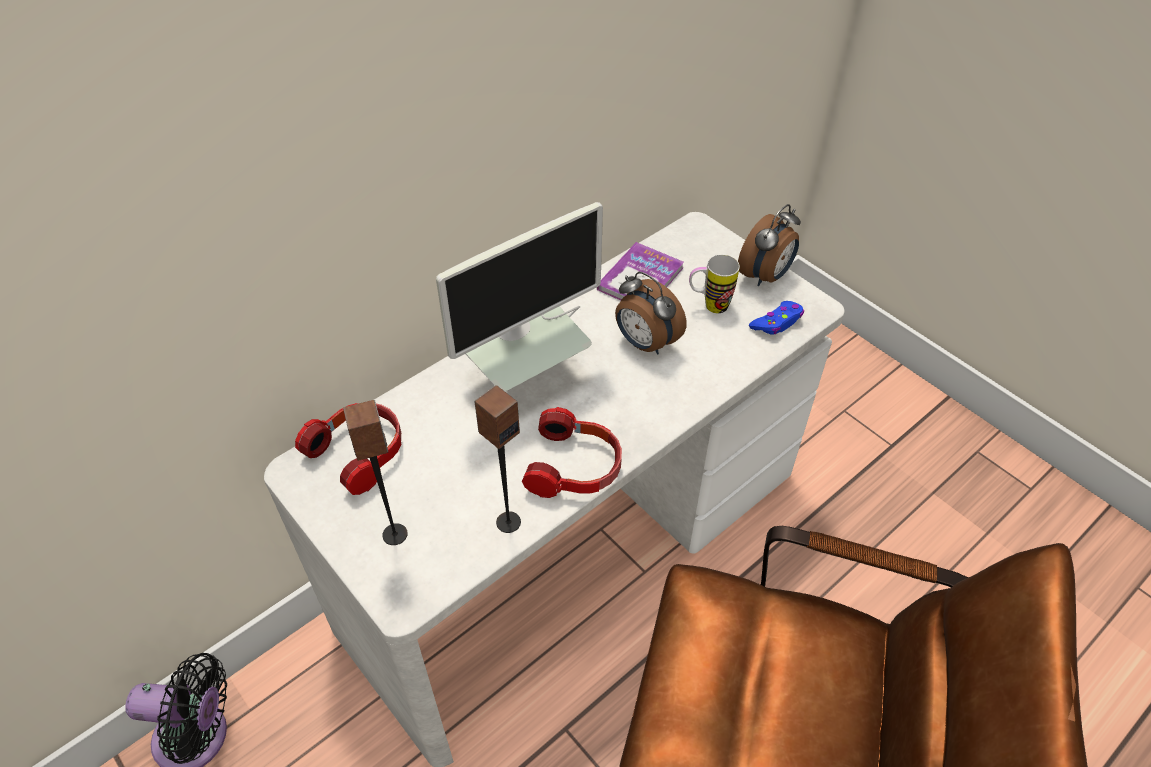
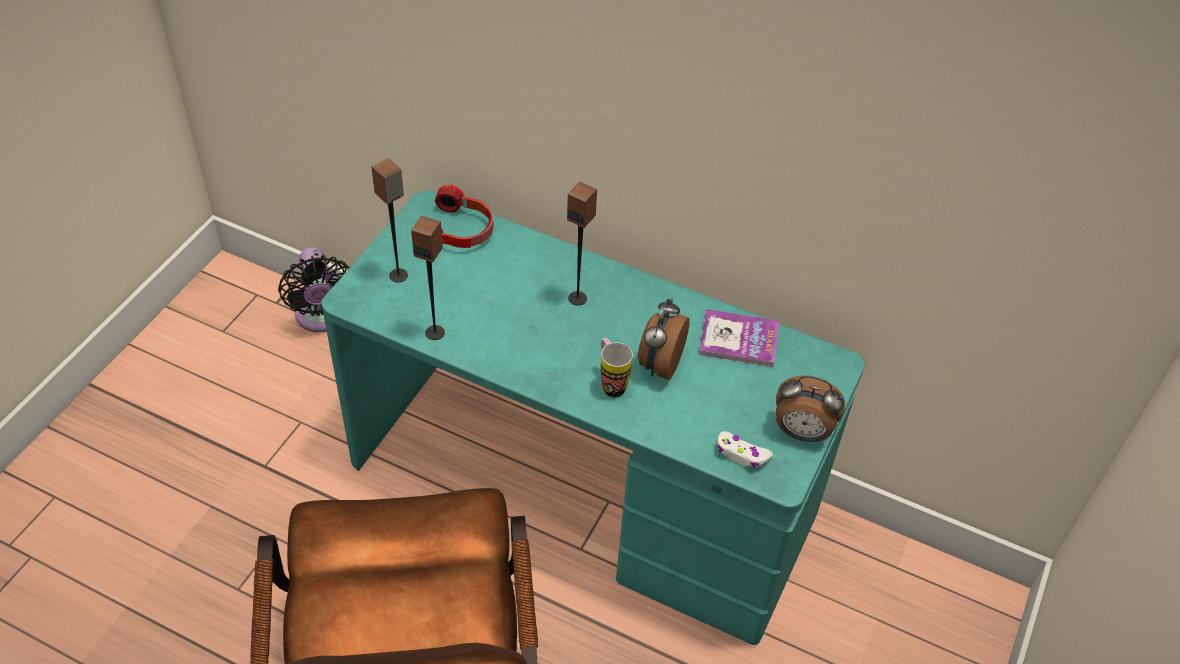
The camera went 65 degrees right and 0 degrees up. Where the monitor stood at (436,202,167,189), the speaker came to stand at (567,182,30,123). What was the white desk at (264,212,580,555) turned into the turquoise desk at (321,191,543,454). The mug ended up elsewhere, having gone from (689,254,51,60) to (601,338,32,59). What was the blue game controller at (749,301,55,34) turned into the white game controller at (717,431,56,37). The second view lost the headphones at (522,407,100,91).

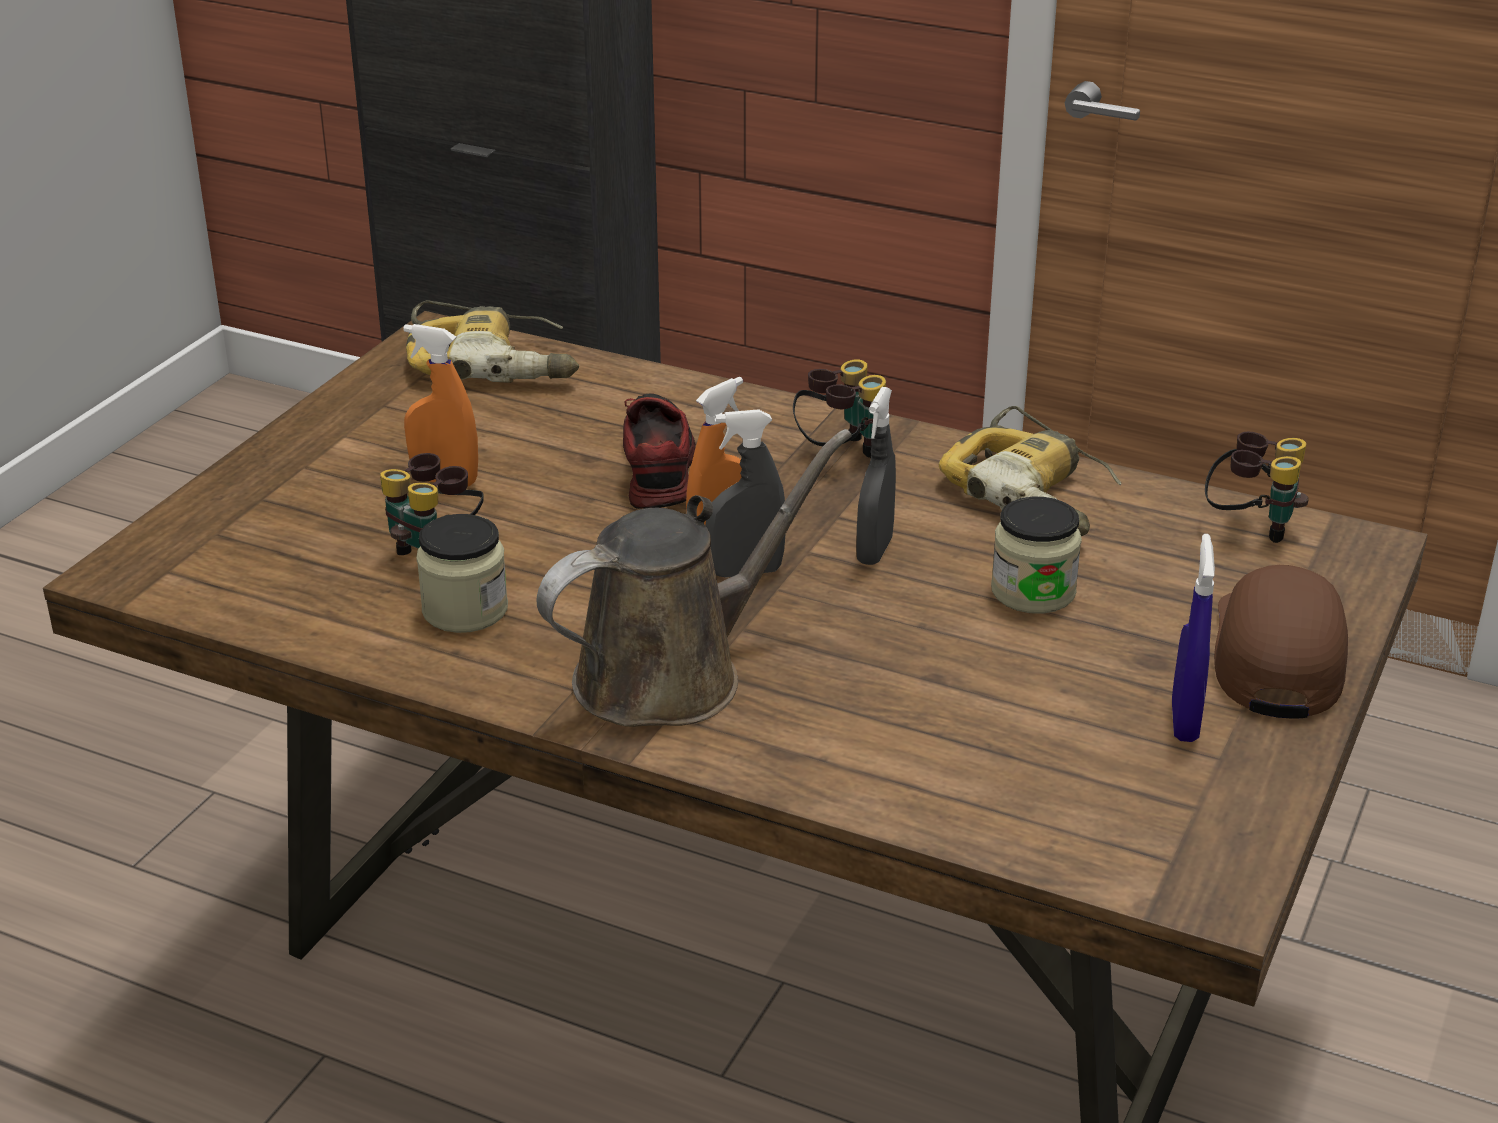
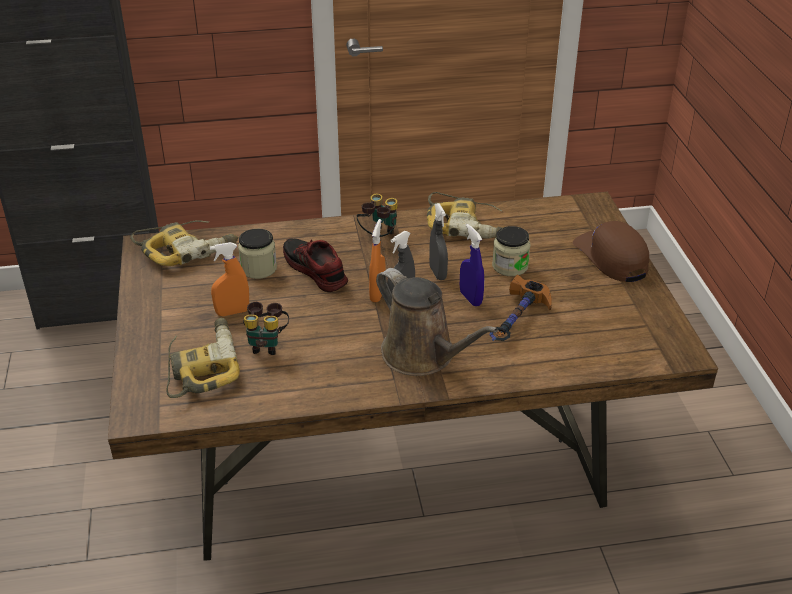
The camera went 35 degrees left and 5 degrees up. The brown watering can at (536,429,316,298) ended up facing another way, 120 degrees clockwise from before. The second view lost the binoculars at (1205,431,104,112). The jar ended up elsewhere, having gone from (416,514,92,119) to (238,229,39,50). The blue spray bottle ended up elsewhere, having gone from (1172,534,43,208) to (460,224,24,82). The second view gained the hammer at (489,274,63,67). The second view gained the power drill at (166,318,74,80).

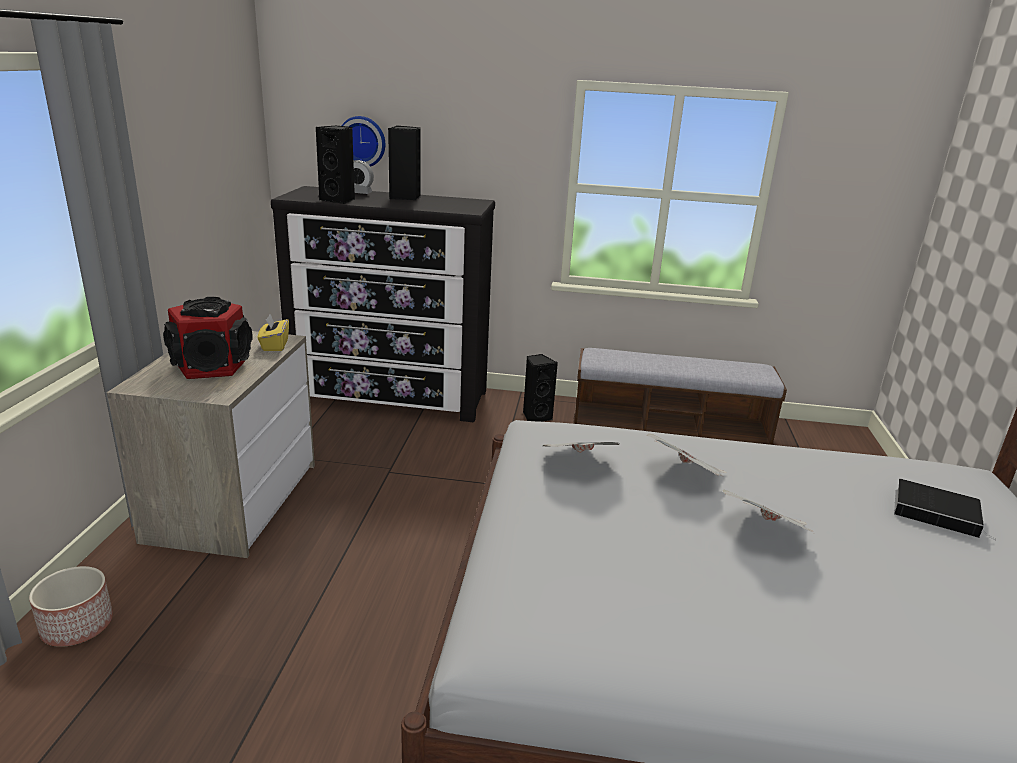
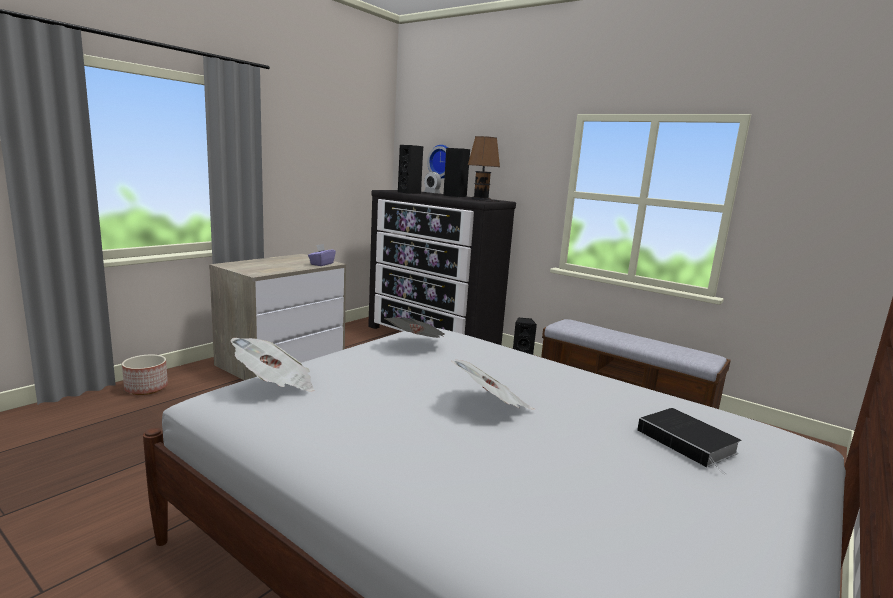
The camera went 30 degrees right and 10 degrees down. The second view lost the speaker at (163,297,89,82). What was the yellow tissue box at (258,314,31,37) turned into the purple tissue box at (308,244,28,22). The newspaper ended up elsewhere, having gone from (647,434,80,42) to (231,338,83,54). The second view gained the brown table lamp at (468,136,32,66).

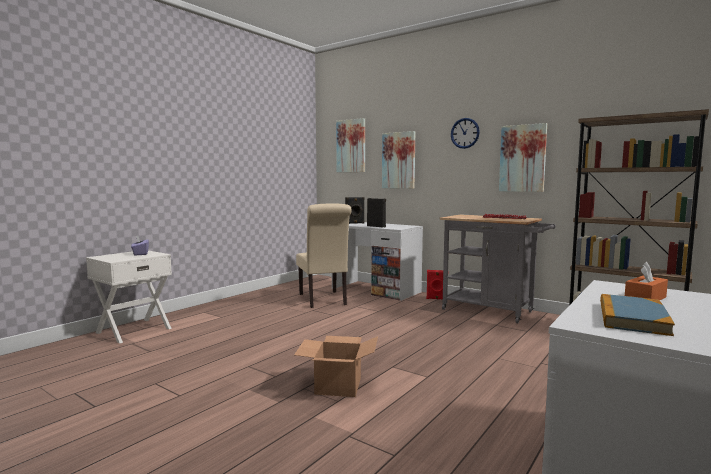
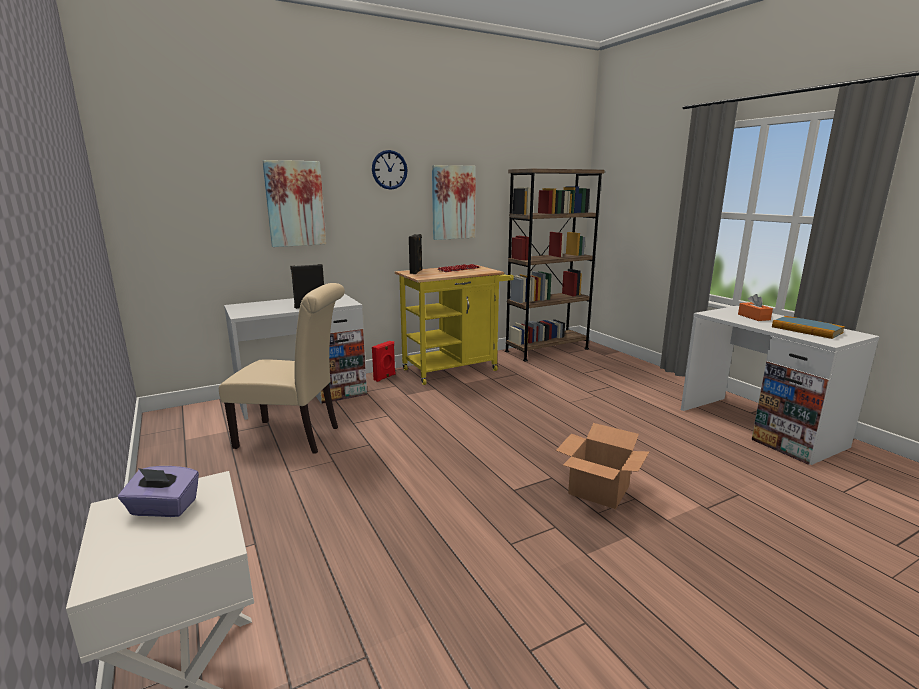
The camera went 65 degrees left and 10 degrees up. The second view lost the picture at (336,118,29,54). The black speaker ended up elsewhere, having gone from (345,197,20,27) to (409,234,14,40). What was the grey cart at (440,214,116,109) turned into the yellow cart at (395,265,119,120).

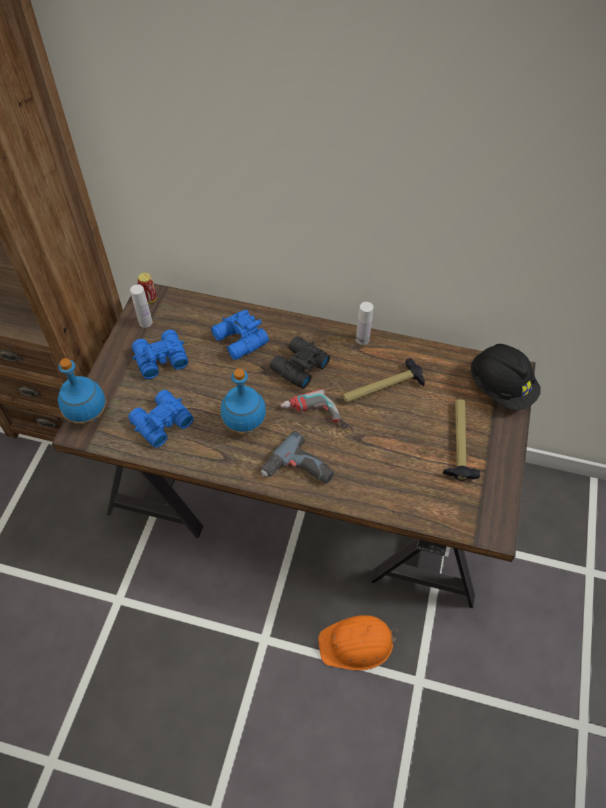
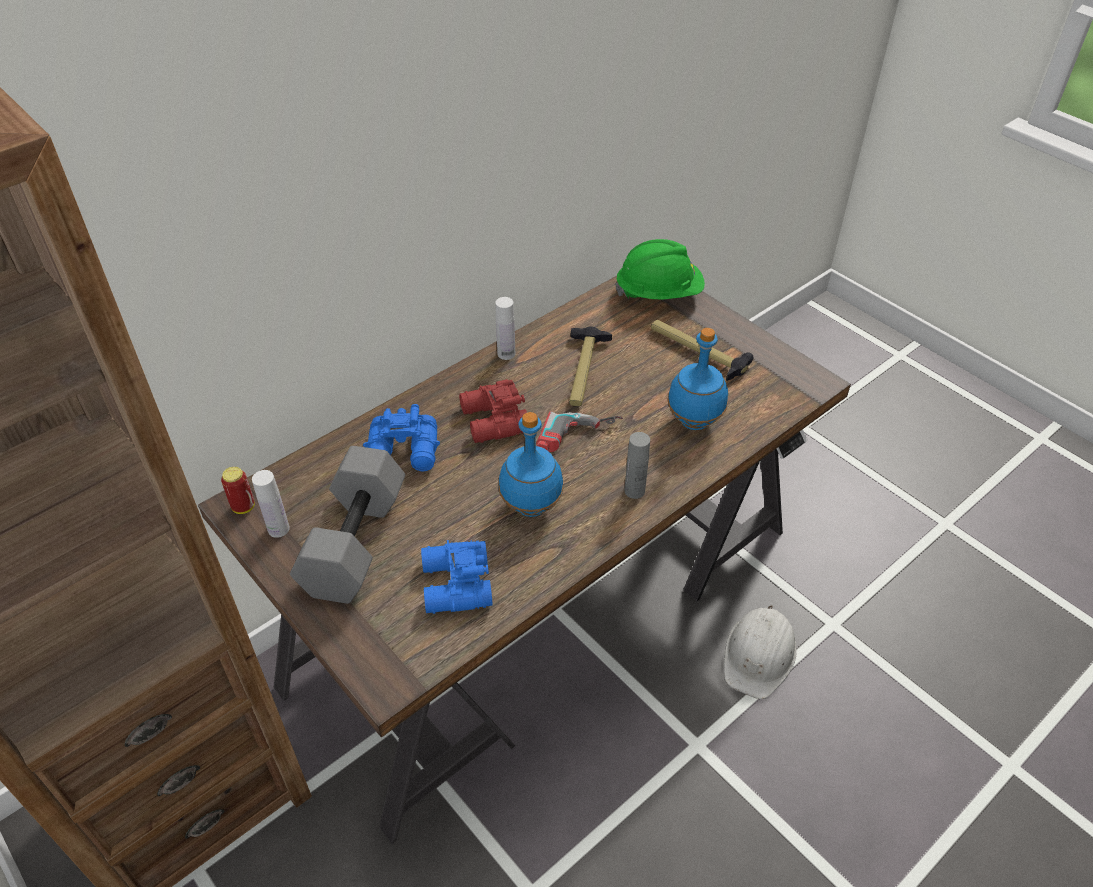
The camera went 55 degrees left and 10 degrees down. Where the blue binoculars stood at (132,330,56,49), the grey dumbbell came to stand at (290,446,115,158). What was the black binoculars at (270,336,60,53) turned into the red binoculars at (459,379,68,64). What was the black hard hat at (471,344,70,66) turned into the green hard hat at (615,239,90,61). The blue bottle ended up elsewhere, having gone from (58,358,48,66) to (667,328,61,102). Where the power drill stood at (261,431,73,53), the grey bottle came to stand at (625,432,25,67). What was the orange hard hat at (318,615,80,55) turned into the white hard hat at (724,605,73,94).

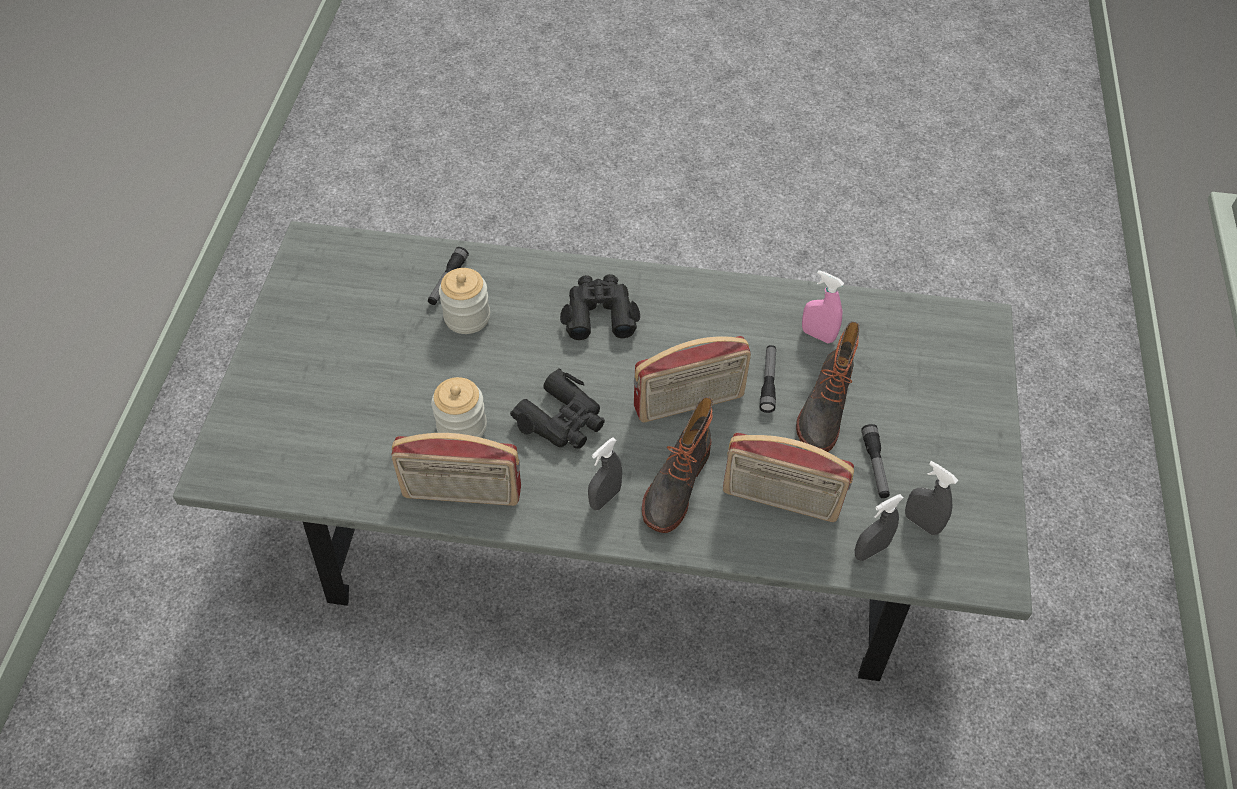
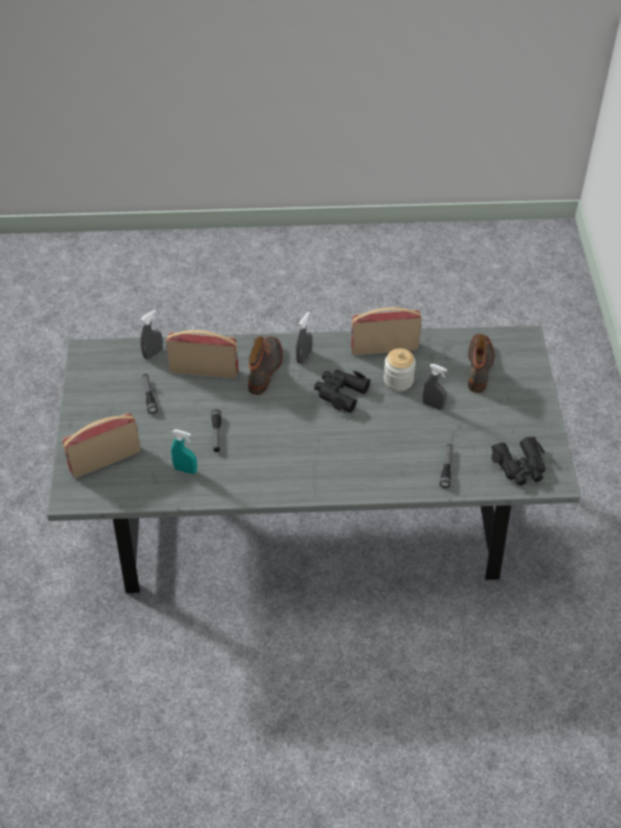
The camera went 170 degrees right and 5 degrees down. The second view lost the jar at (439,268,51,66). What was the pink spray bottle at (802,270,42,73) turned into the turquoise spray bottle at (171,429,26,45). The black binoculars ended up elsewhere, having gone from (560,274,80,66) to (491,437,54,49). The boot ended up elsewhere, having gone from (796,322,63,130) to (468,334,26,59). The radio ended up elsewhere, having gone from (633,336,118,86) to (62,413,79,65). The grey spray bottle ended up elsewhere, having gone from (905,461,53,74) to (422,364,25,46).

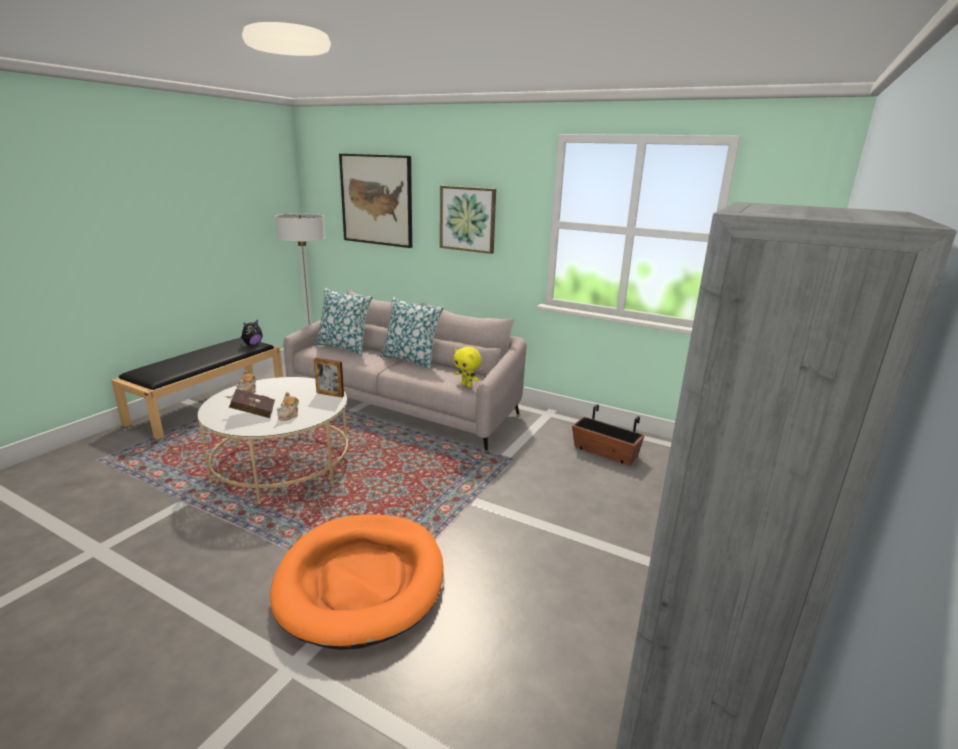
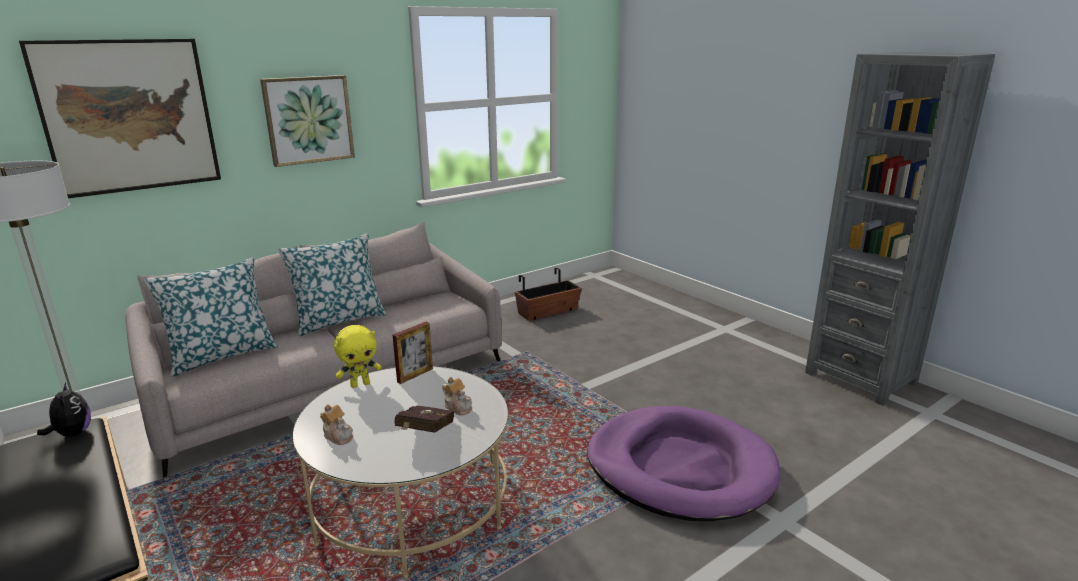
The camera went 65 degrees left and 0 degrees up. The yellow plush toy ended up elsewhere, having gone from (453,346,29,42) to (334,325,48,63). What was the orange dog bed at (270,514,174,136) turned into the purple dog bed at (587,406,194,115).

